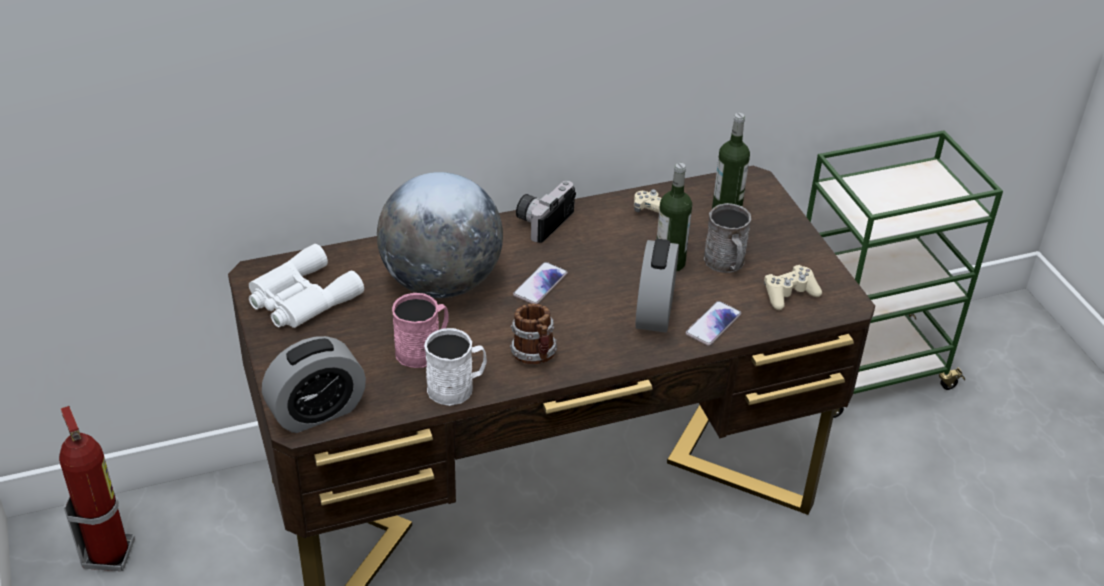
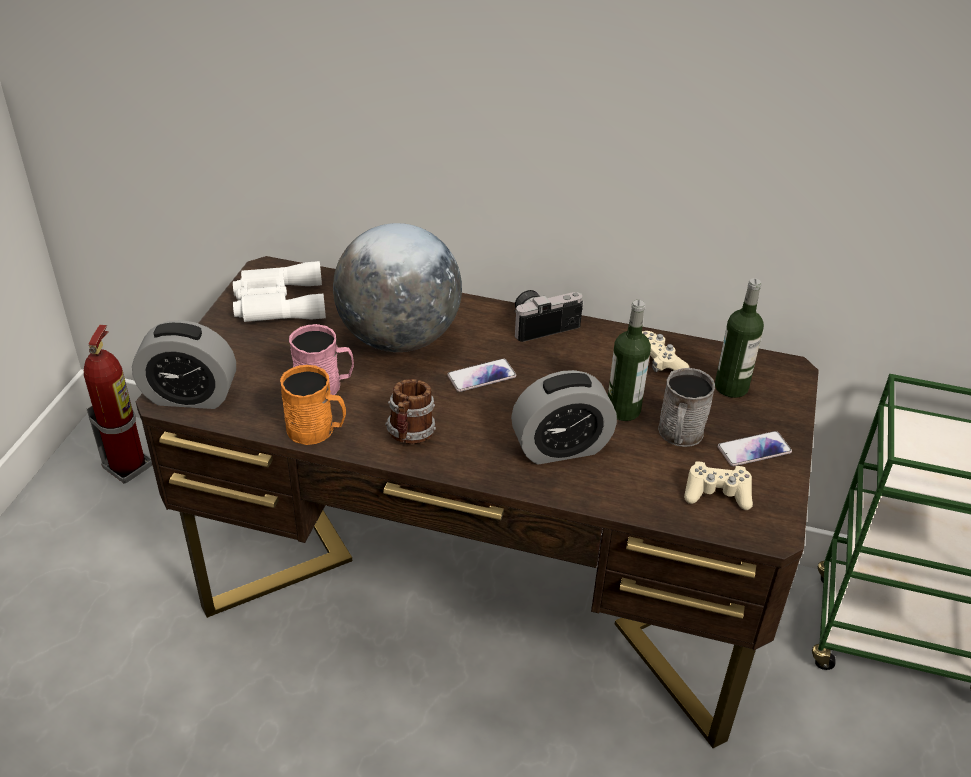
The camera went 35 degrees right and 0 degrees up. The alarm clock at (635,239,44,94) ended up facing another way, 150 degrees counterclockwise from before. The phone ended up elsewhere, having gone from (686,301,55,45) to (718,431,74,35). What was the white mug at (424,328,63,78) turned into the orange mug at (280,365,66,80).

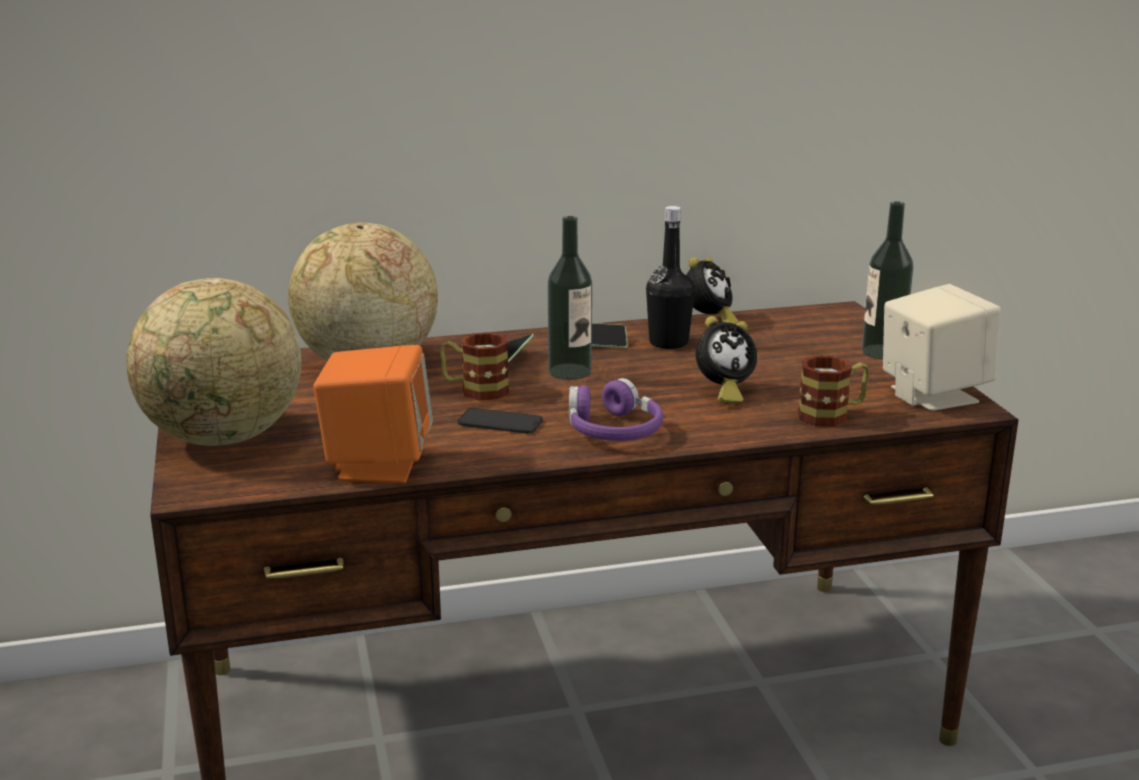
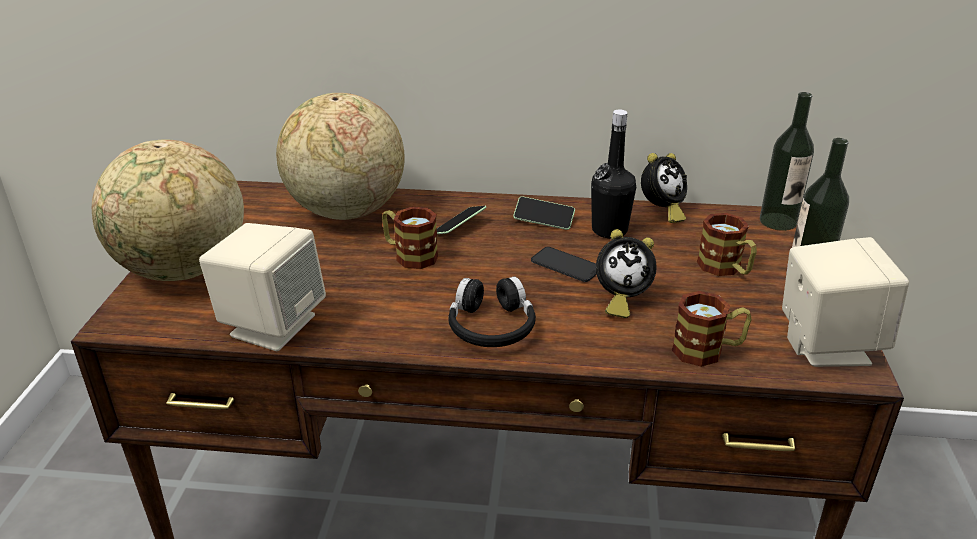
The camera went 20 degrees right and 10 degrees up. The bottle ended up elsewhere, having gone from (548,216,44,164) to (760,92,54,139). What was the orange speaker at (313,345,120,138) turned into the beige speaker at (199,223,127,128). What was the purple headphones at (569,378,94,63) turned into the black headphones at (448,276,88,71). The phone ended up elsewhere, having gone from (457,408,86,26) to (531,247,66,35). The second view gained the mug at (697,213,60,63).

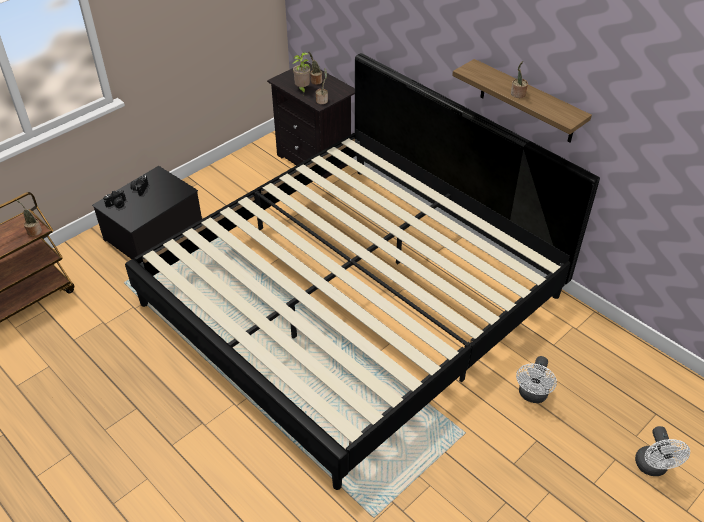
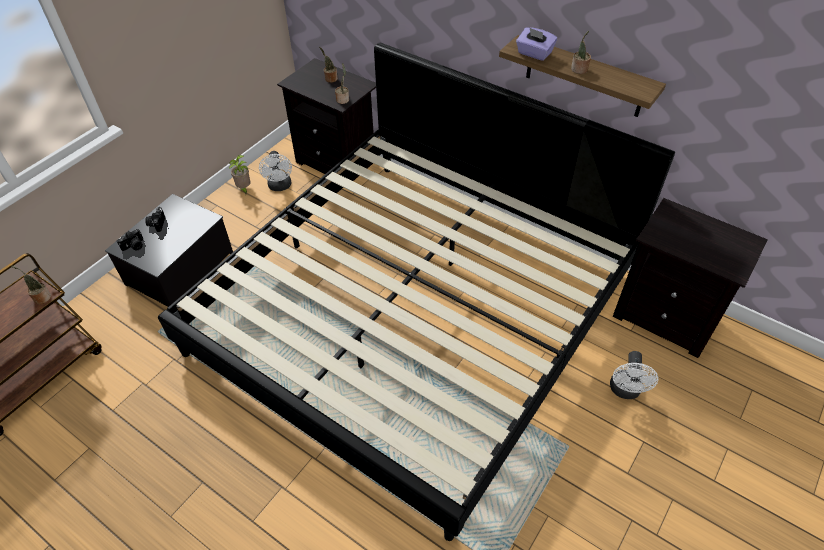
The camera went 10 degrees left and 5 degrees up. The potted plant ended up elsewhere, having gone from (292,52,18,43) to (229,155,22,39). The white fan ended up elsewhere, having gone from (635,426,55,50) to (259,151,33,40). The second view gained the purple tissue box at (516,27,41,34). The second view gained the black nightstand at (613,198,155,160).

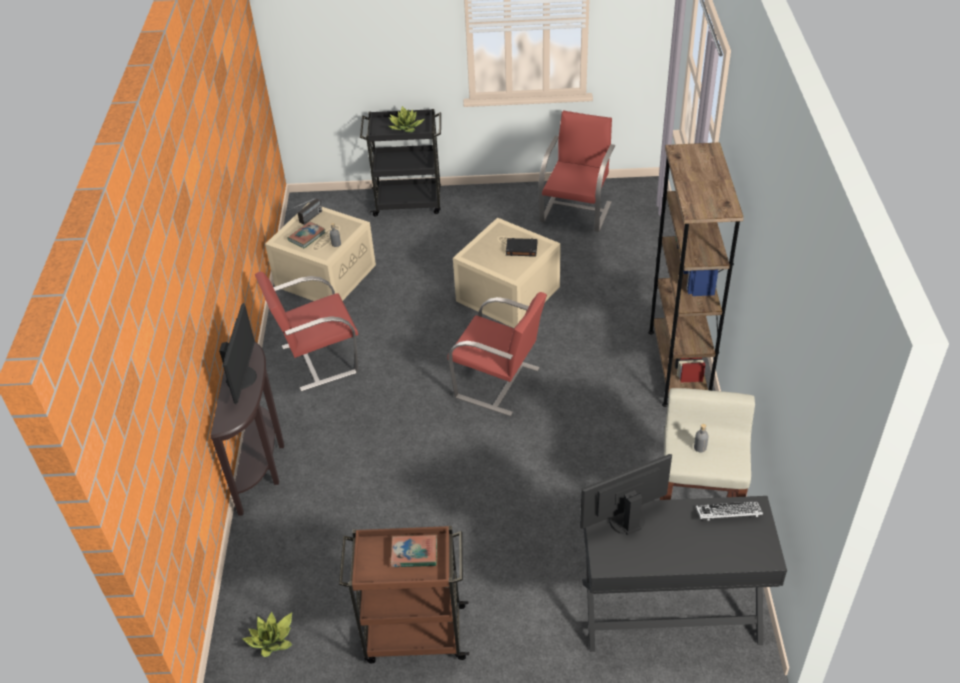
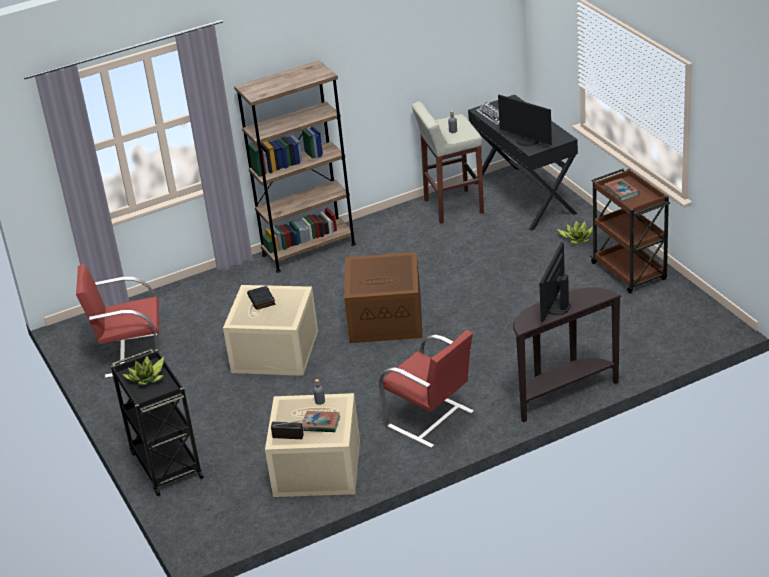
The camera went 115 degrees left and 10 degrees down. Where the red chair stood at (447,292,100,124), the brown storage box came to stand at (344,252,79,91). The monitor at (219,303,38,101) ended up facing another way, 45 degrees counterclockwise from before. The potted plant ended up elsewhere, having gone from (242,611,50,46) to (557,221,36,23).

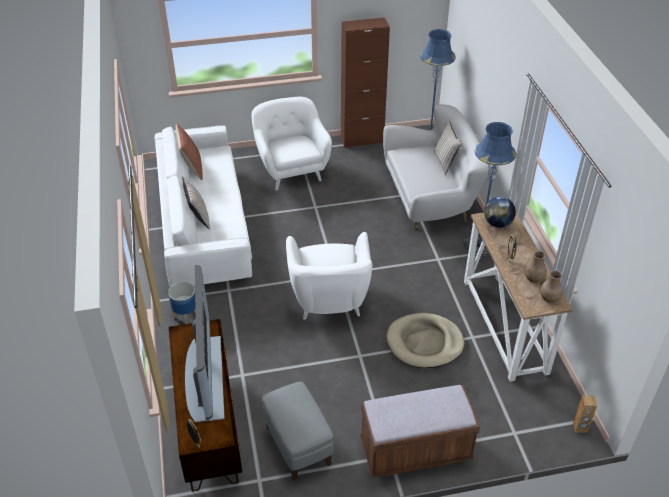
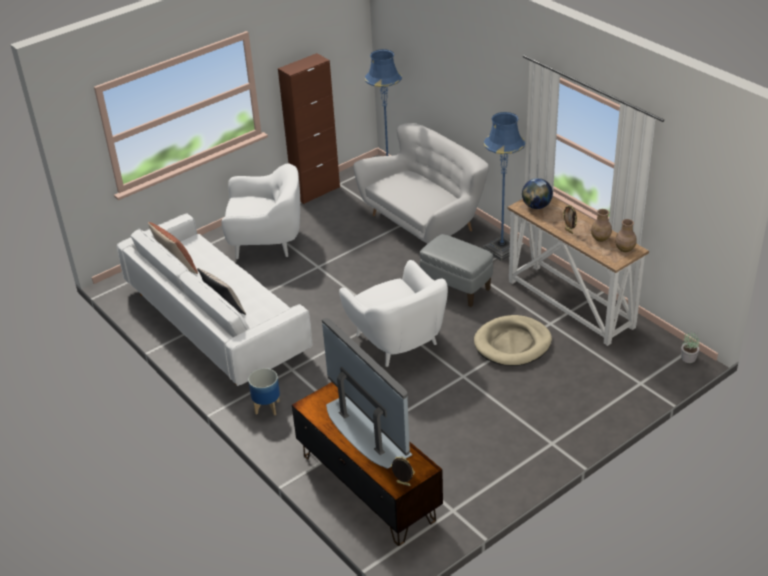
The camera went 25 degrees left and 5 degrees down. The white armchair at (252,97,80,94) ended up facing another way, 135 degrees clockwise from before. The second view lost the beige pillow at (433,121,29,54). The grey ottoman ended up elsewhere, having gone from (262,382,72,99) to (420,234,73,73). The second view lost the brown bench at (360,385,120,93). Where the brown speaker stood at (573,396,24,37), the potted plant came to stand at (681,331,19,32).

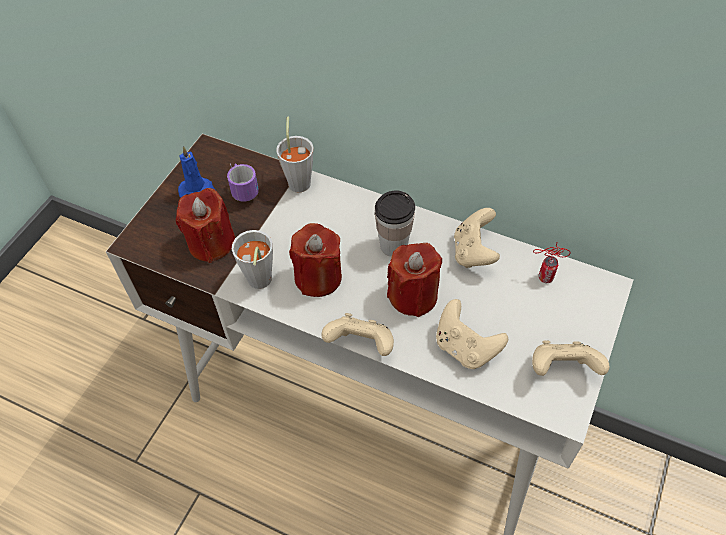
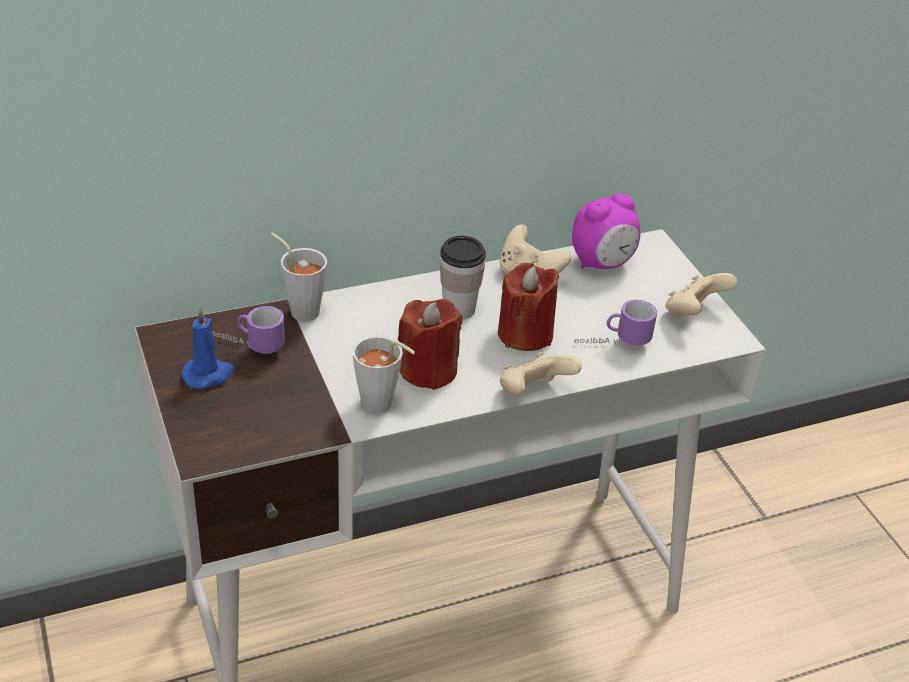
The camera went 50 degrees left and 15 degrees down. The second view lost the red candle at (176,188,59,75). Where the can stood at (533,243,38,40), the alarm clock came to stand at (572,193,69,76). Where the beige game controller stood at (436,299,72,70), the mug came to stand at (574,300,83,46).

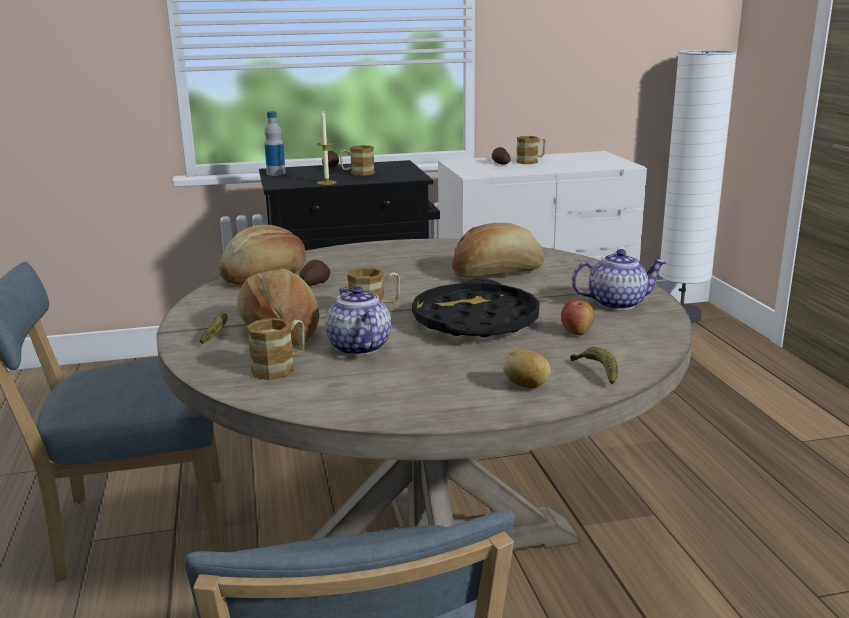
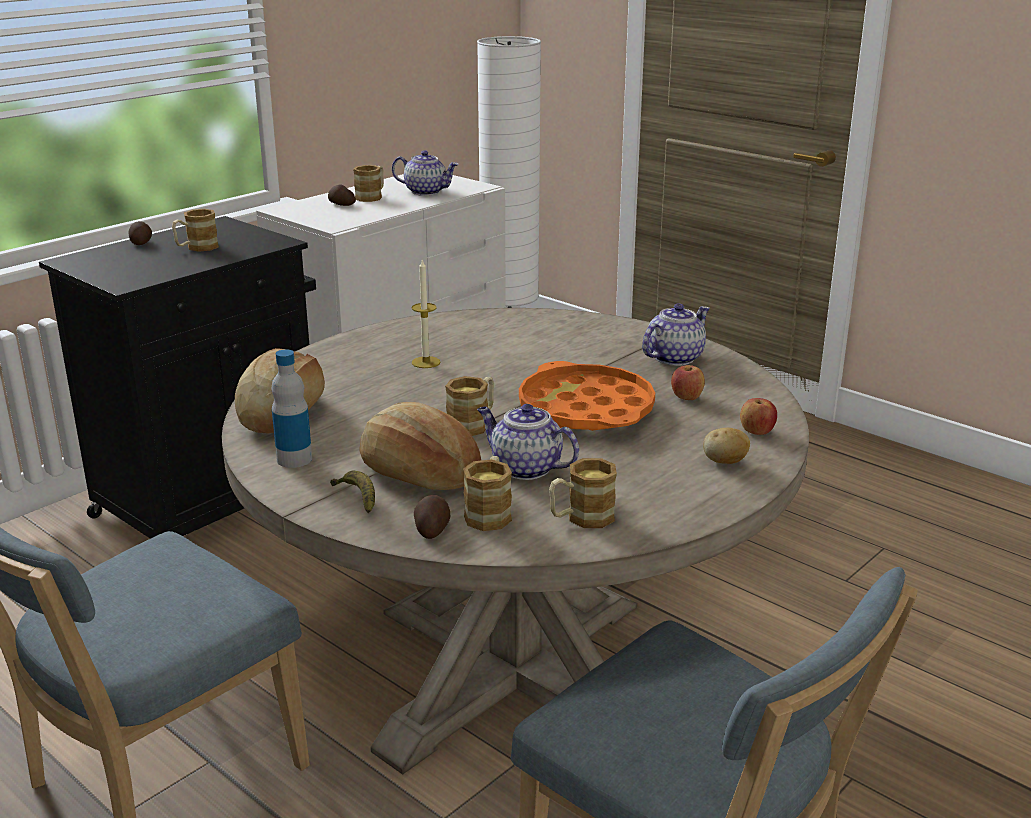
The camera went 35 degrees left and 5 degrees up. The bottle ended up elsewhere, having gone from (264,111,22,65) to (271,349,41,119). The candle ended up elsewhere, having gone from (317,111,20,74) to (411,259,30,109). The second view lost the bread at (452,222,92,56). The potato ended up elsewhere, having gone from (299,260,31,26) to (414,495,36,44). What was the black tray at (412,279,127,58) turned into the orange tray at (519,361,136,70). Where the banana stood at (570,347,48,38), the apple came to stand at (740,398,37,37). The second view gained the teapot at (392,150,67,46). The second view gained the mug at (549,458,68,70).

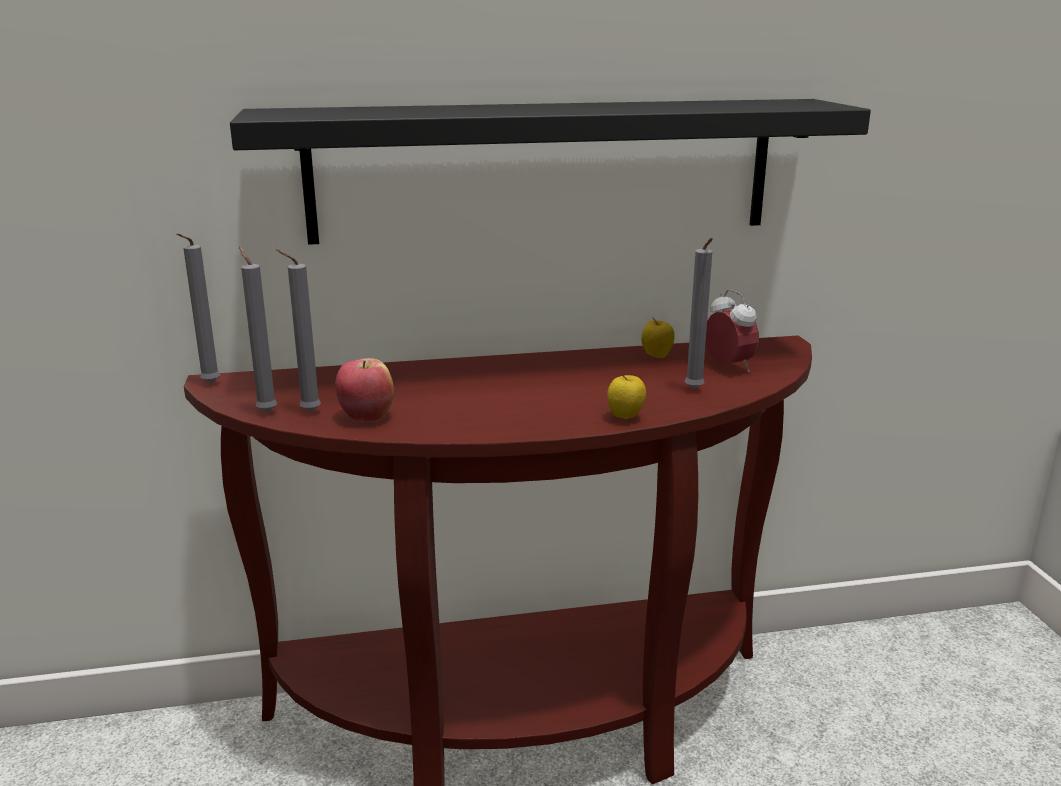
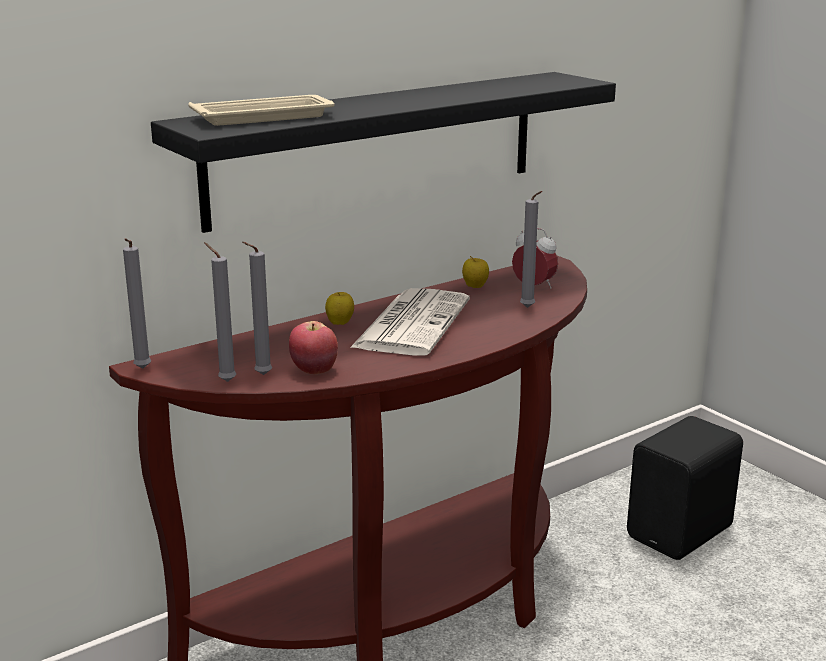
The camera went 25 degrees left and 0 degrees up. The apple ended up elsewhere, having gone from (607,375,39,44) to (325,292,29,33). The second view gained the beige tray at (188,95,147,31). The second view gained the newspaper at (350,288,120,68). The second view gained the black speaker at (627,416,116,144).

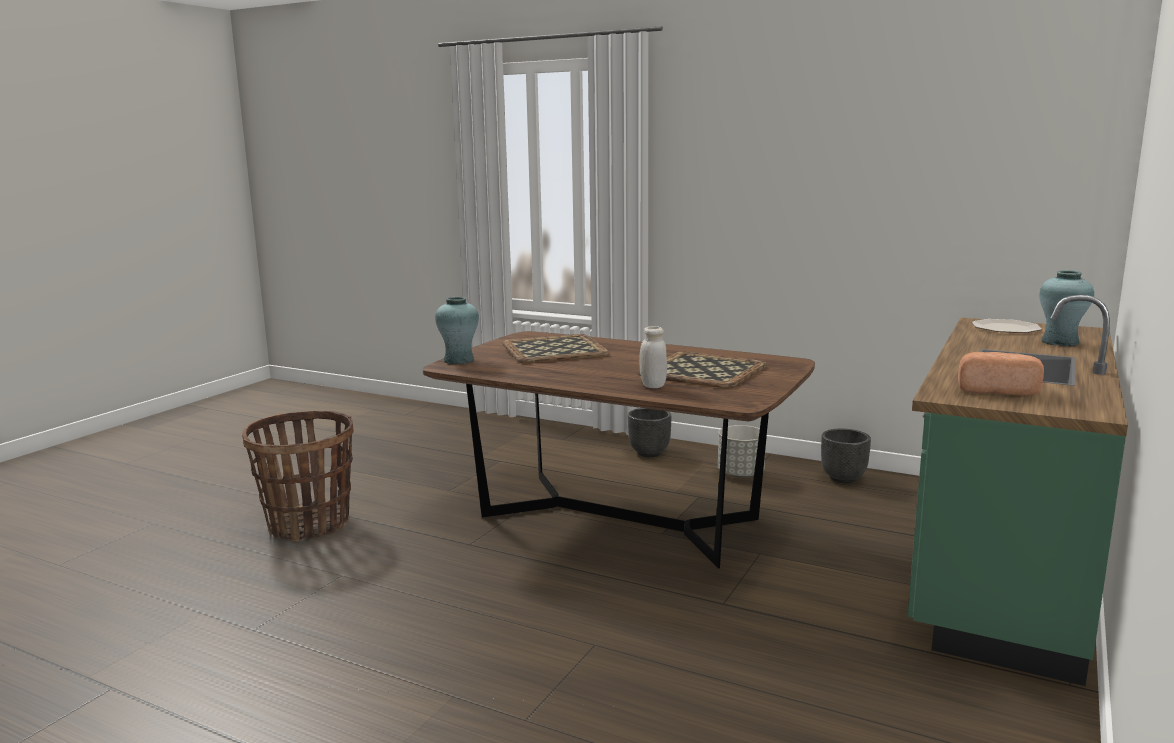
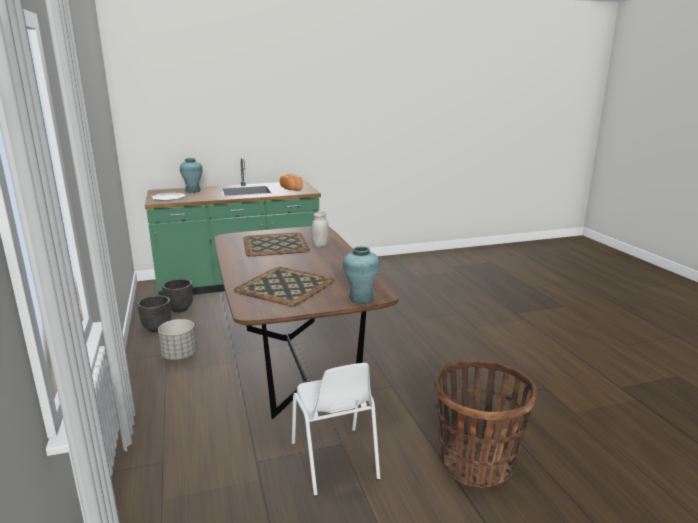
The camera went 135 degrees left and 5 degrees up. The black planter ended up elsewhere, having gone from (628,408,43,49) to (162,279,31,34). The second view gained the white chair at (292,363,88,133).

